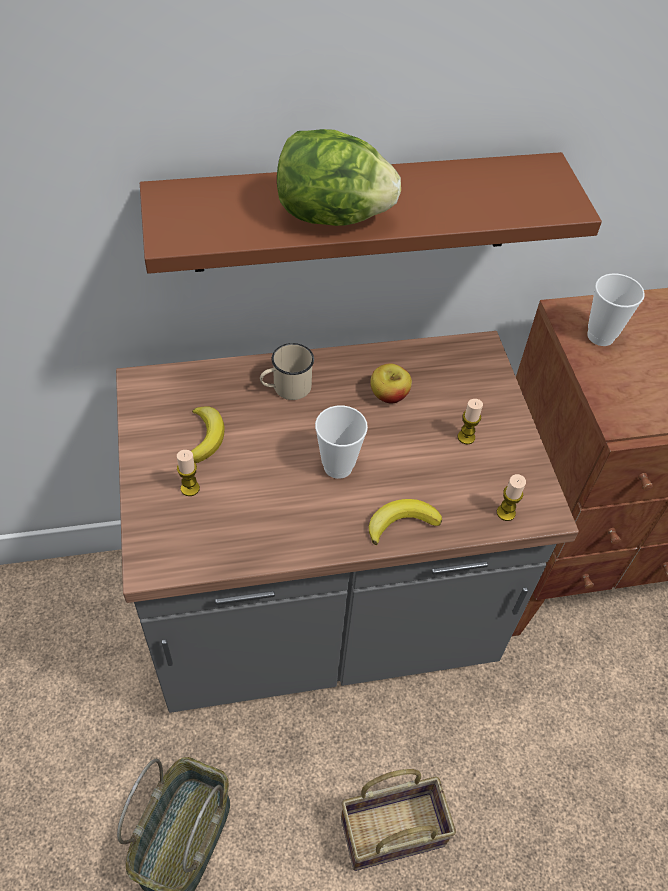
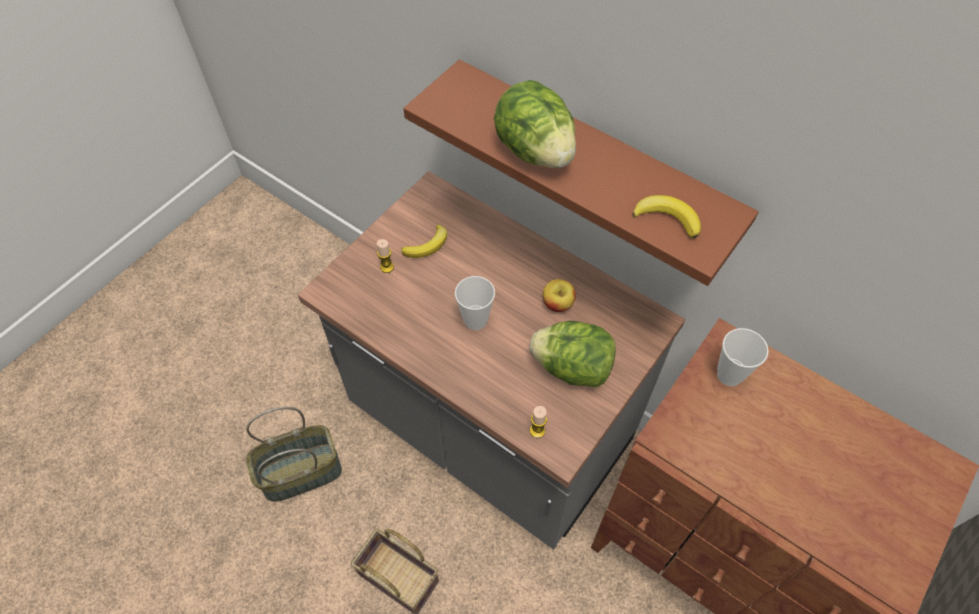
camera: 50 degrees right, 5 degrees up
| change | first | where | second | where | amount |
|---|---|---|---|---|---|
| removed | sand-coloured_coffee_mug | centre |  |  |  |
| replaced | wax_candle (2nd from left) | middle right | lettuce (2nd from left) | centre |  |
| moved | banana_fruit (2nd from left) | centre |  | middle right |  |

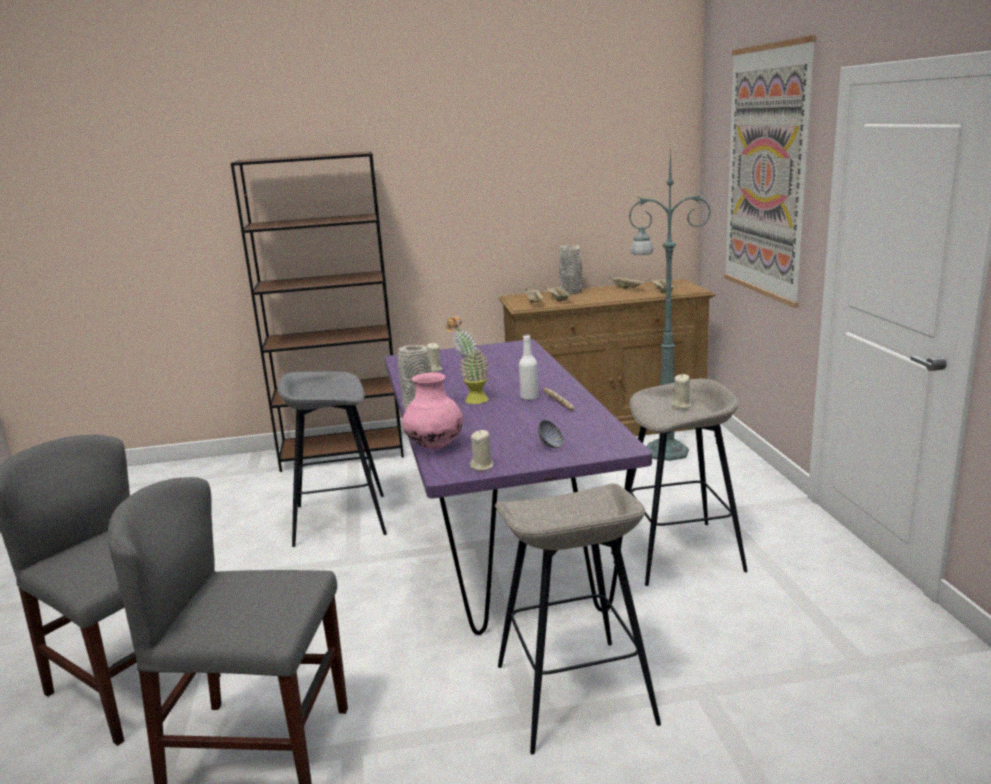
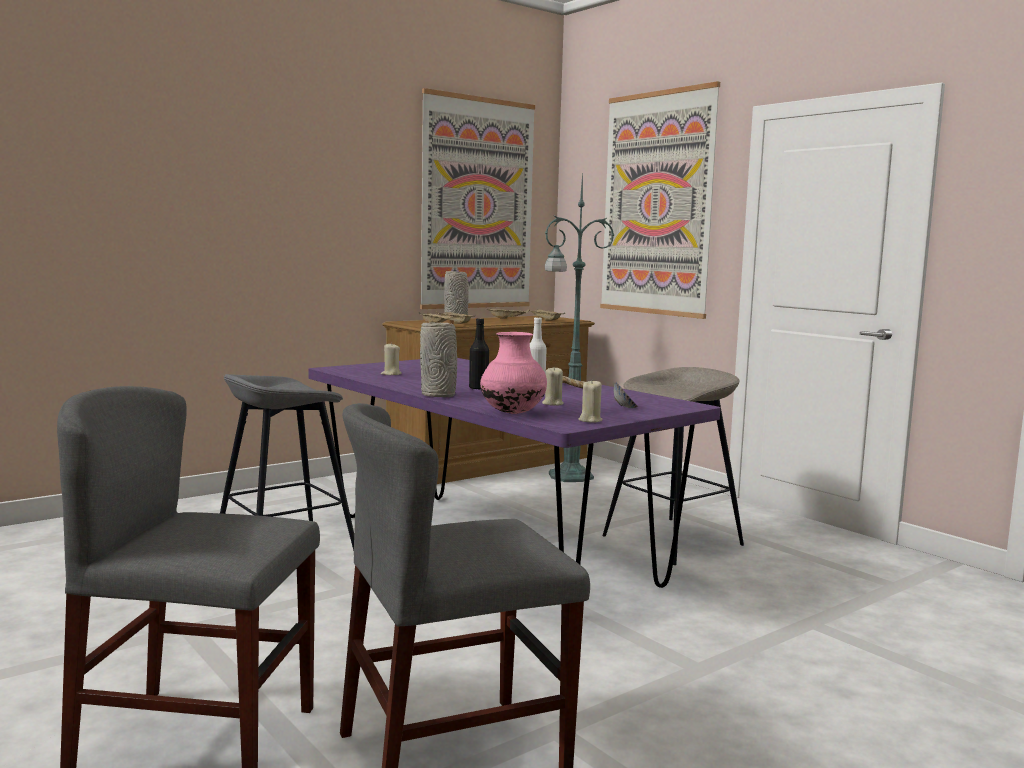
camera: 30 degrees left, 10 degrees down
| change | first | where | second | where | amount |
|---|---|---|---|---|---|
| removed | brownish_bookshelf | middle left |  |  |  |
| replaced | potted_plant | centre | blackish_drink_bottle | centre |  |
| moved | sand-coloured_wax_candle (3rd from left in the first image) | middle right | sand-coloured_wax_candle (2nd from left) | centre |  |
| removed | greyish_sitting_stool (2nd from left) | bottom centre |  |  |  |
| added |  |  | wall_art (1st from left) | top centre |  |

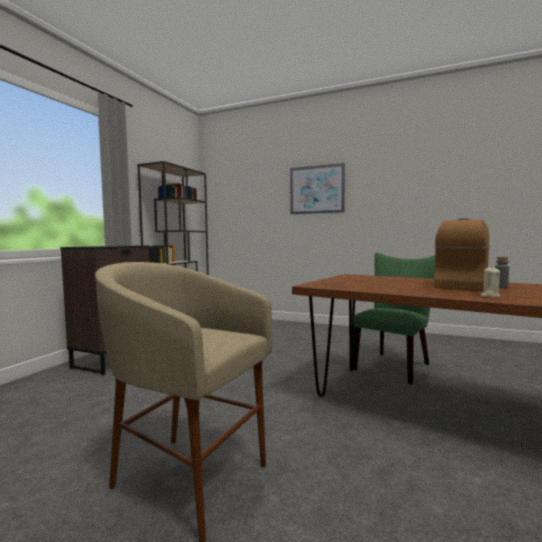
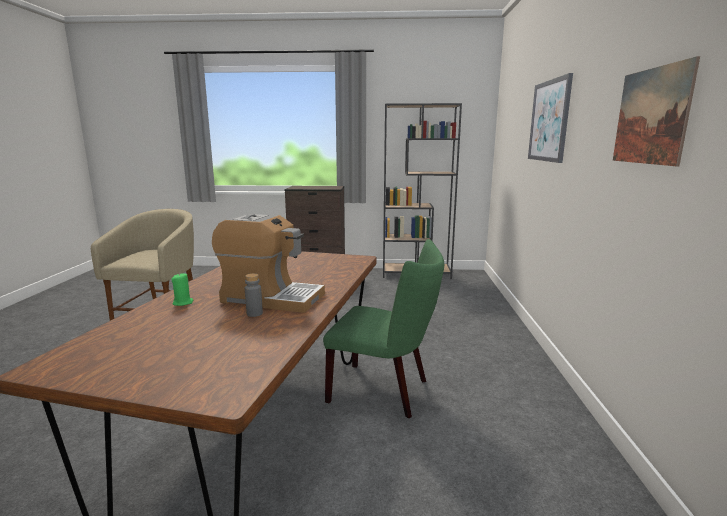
camera: 70 degrees right, 10 degrees up
| change | first | where | second | where | amount |
|---|---|---|---|---|---|
| recoloured | sand-coloured_wax_candle | middle right | green-coloured_wax_candle | middle left |  |
| added |  |  | wall_art (2nd from left) | top right |  |

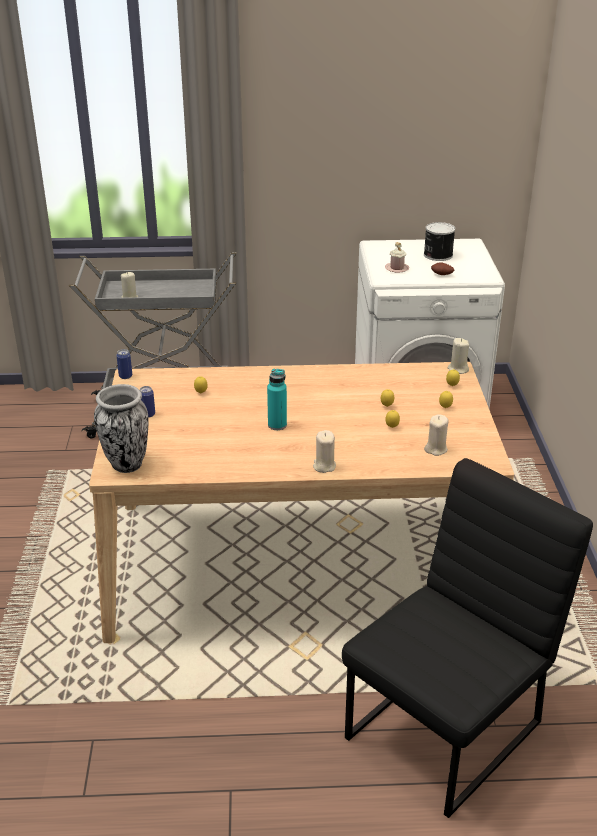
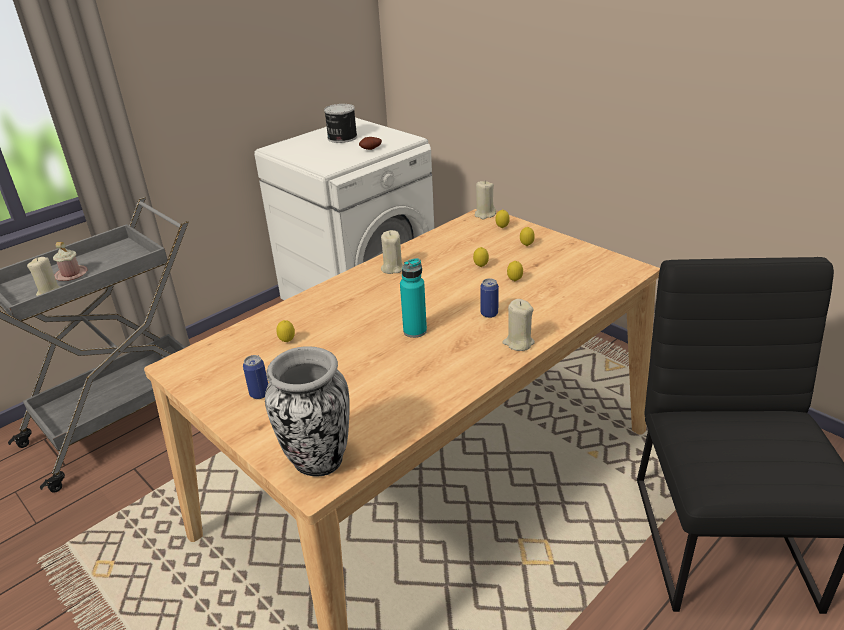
camera: 40 degrees left, 0 degrees up
| change | first | where | second | where | amount |
|---|---|---|---|---|---|
| moved | pinkish_coffee_mug | top centre |  | middle left |  |
| moved | can (1st from left in the first image) | middle left | can (3rd from left) | centre |  |
| moved | sand-coloured_wax_candle (3rd from left in the first image) | middle right | sand-coloured_wax_candle (2nd from left) | centre |  |

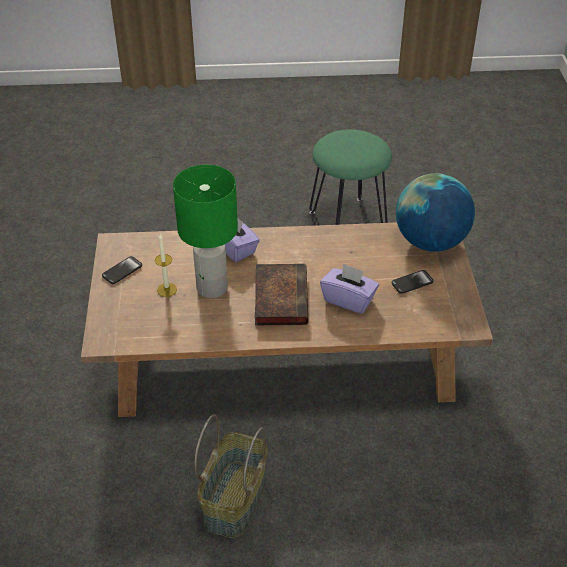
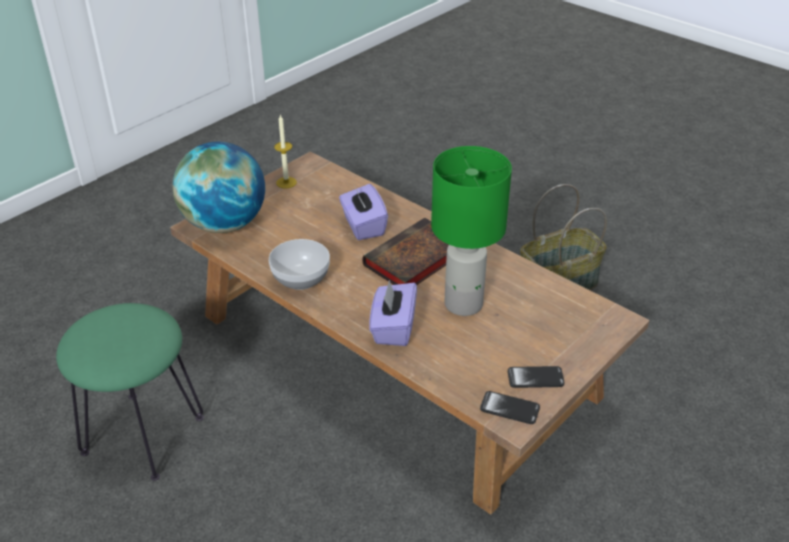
camera: 135 degrees left, 5 degrees down
| change | first | where | second | where | amount |
|---|---|---|---|---|---|
| moved | wax_candle | middle left |  | top centre |  |
| moved | handset (2nd from left in the first image) | middle right | handset (1st from left) | bottom centre |  |
| added |  |  | bowl | centre |  |

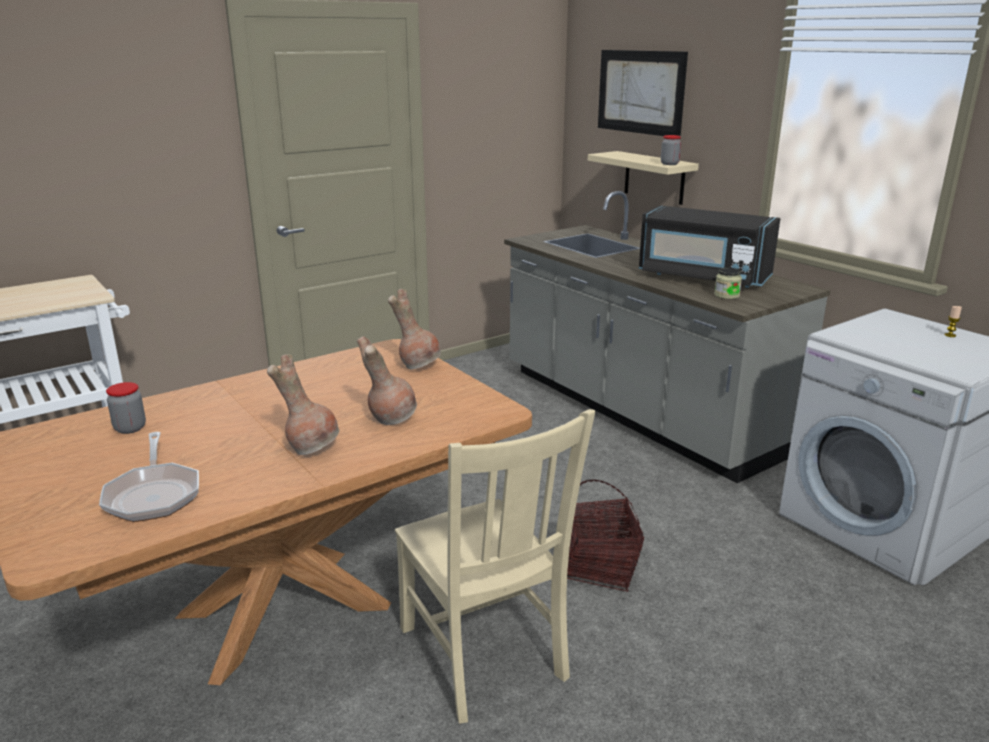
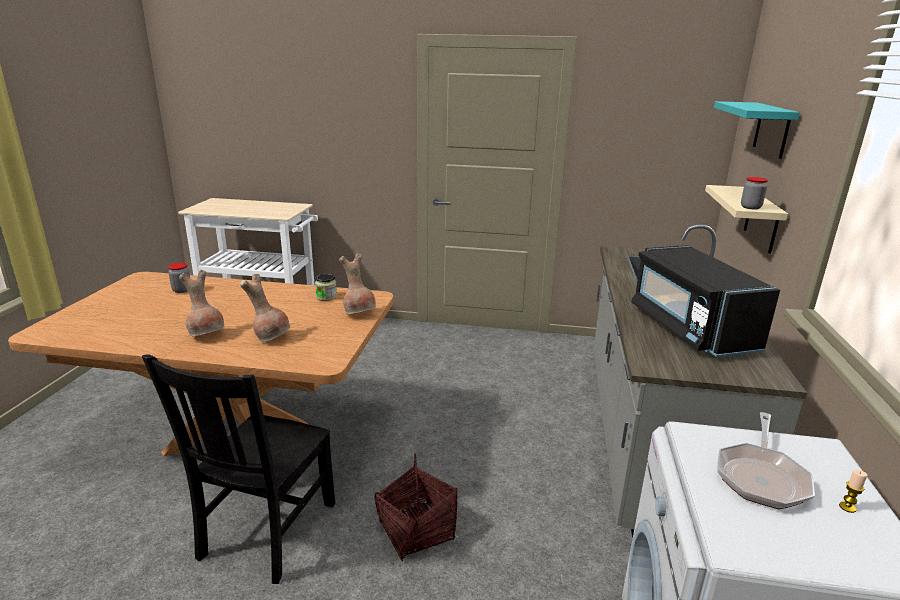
camera: 45 degrees right, 0 degrees up
| change | first | where | second | where | amount |
|---|---|---|---|---|---|
| replaced | wall_art | top centre | turquoise-coloured_wall_shelf | top right |  |
| moved | preserve_jar (3rd from left in the first image) | middle right | preserve_jar (2nd from left) | centre |  |
| recoloured | sand-coloured_plain_chair | bottom centre | blackish_plain_chair | bottom left |  |
| moved | skillet | middle left |  | bottom right |  |

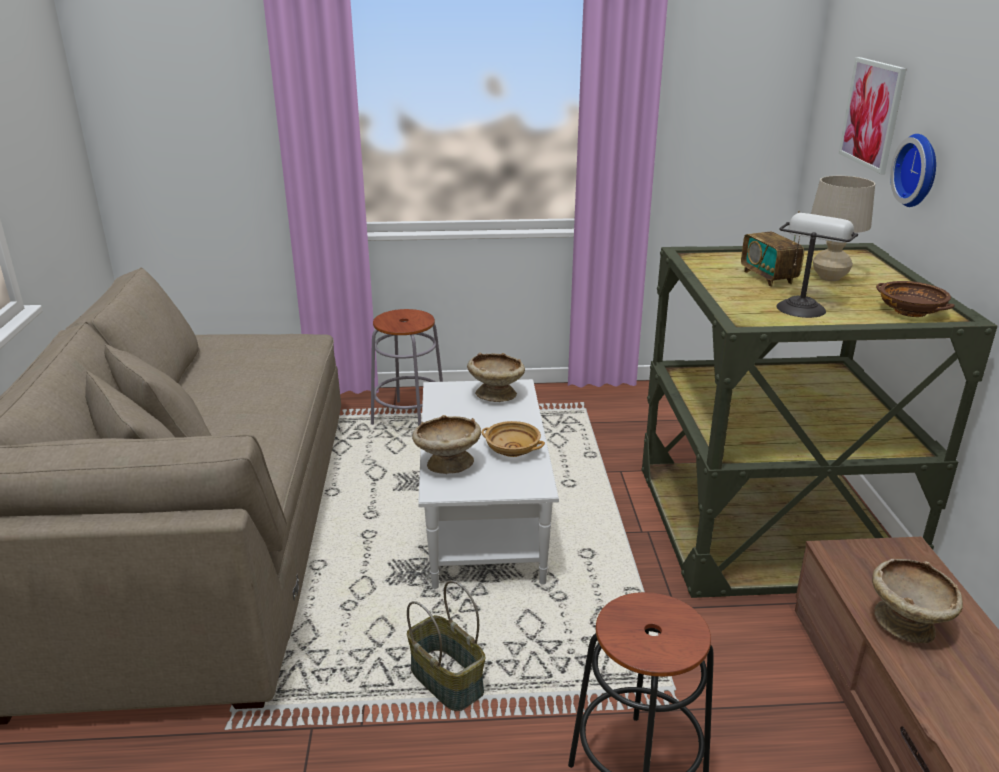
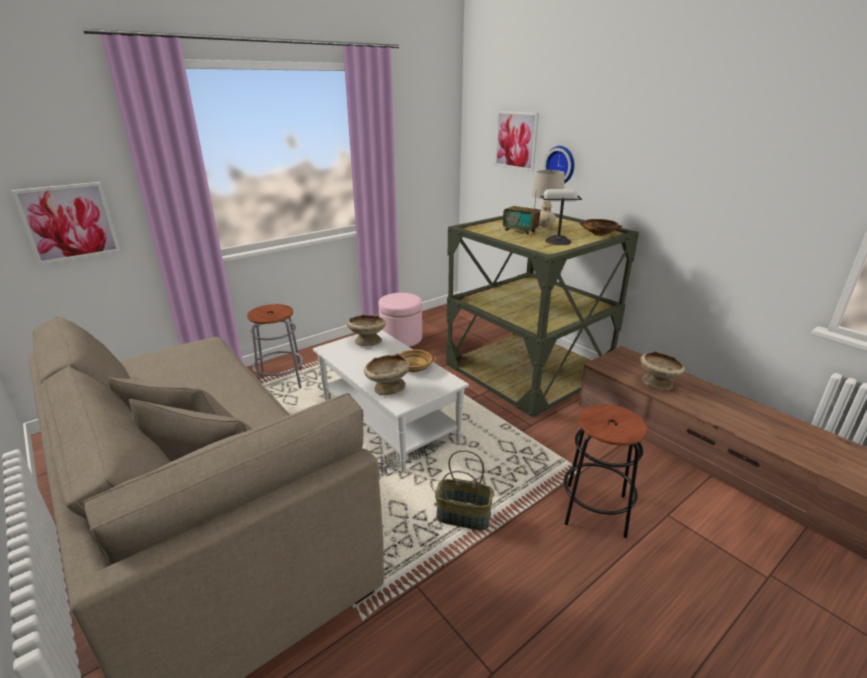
camera: 35 degrees left, 0 degrees up
| change | first | where | second | where | amount |
|---|---|---|---|---|---|
| added |  |  | wall_art (1st from left) | top left |  |
| added |  |  | pinkish_ottoman | centre |  |

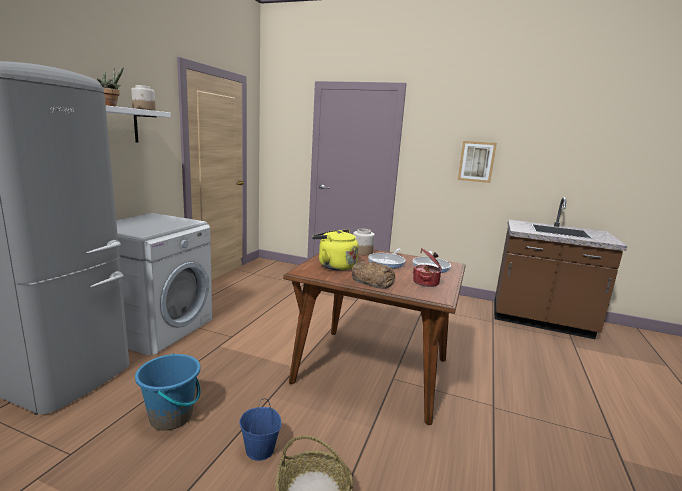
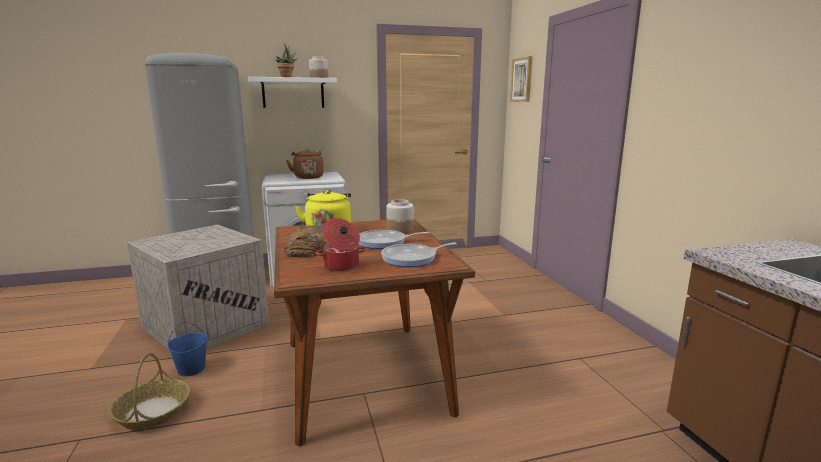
camera: 55 degrees right, 0 degrees up
| change | first | where | second | where | amount |
|---|---|---|---|---|---|
| moved | wall_art | top right |  | top centre |  |
| replaced | blue-coloured_water_bucket (1st from left) | bottom left | shipping_crate | middle left |  |
| added |  |  | brownish_water_kettle | centre |  |

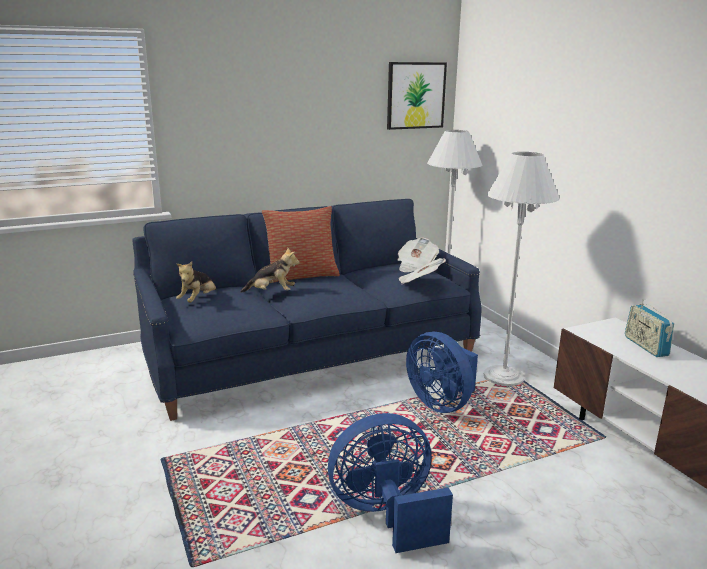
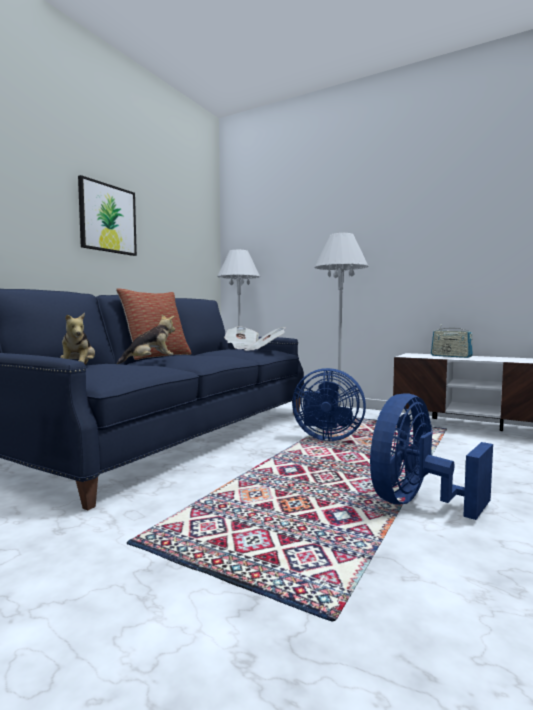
camera: 35 degrees left, 15 degrees down
| change | first | where | second | where | amount |
|---|---|---|---|---|---|
| moved | wall_art | top centre |  | top left |  |

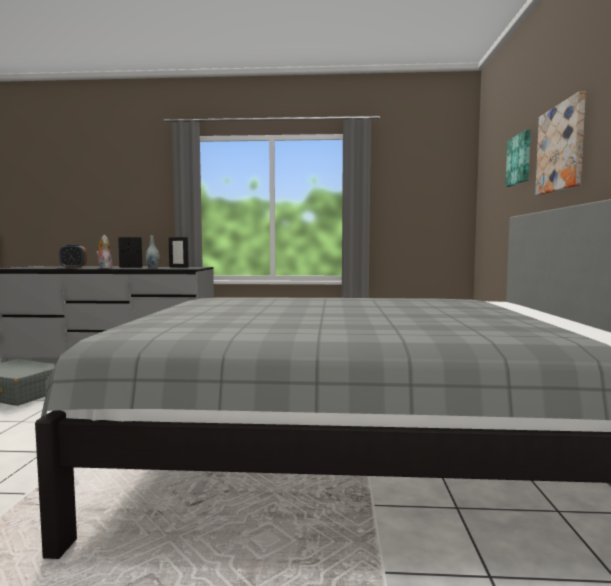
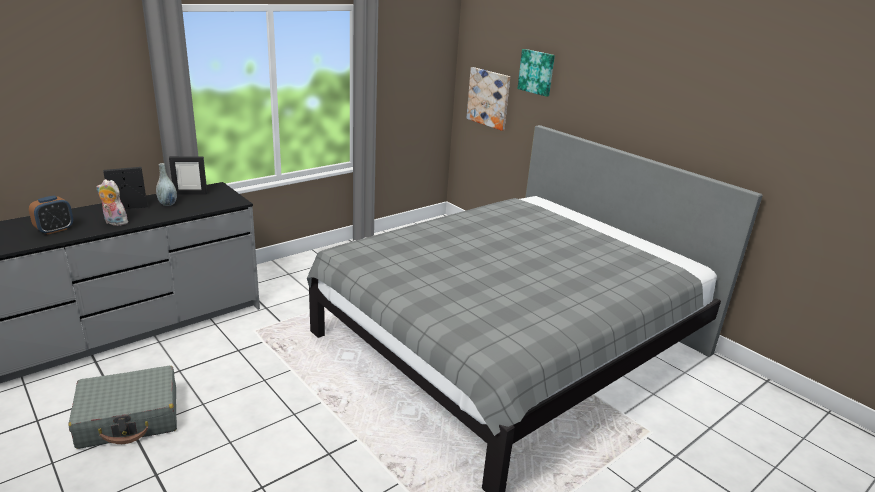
camera: 45 degrees left, 20 degrees up
| change | first | where | second | where | amount |
|---|---|---|---|---|---|
| moved | wall_art (2nd from left in the first image) | top right | wall_art (1st from left) | top centre |  |

